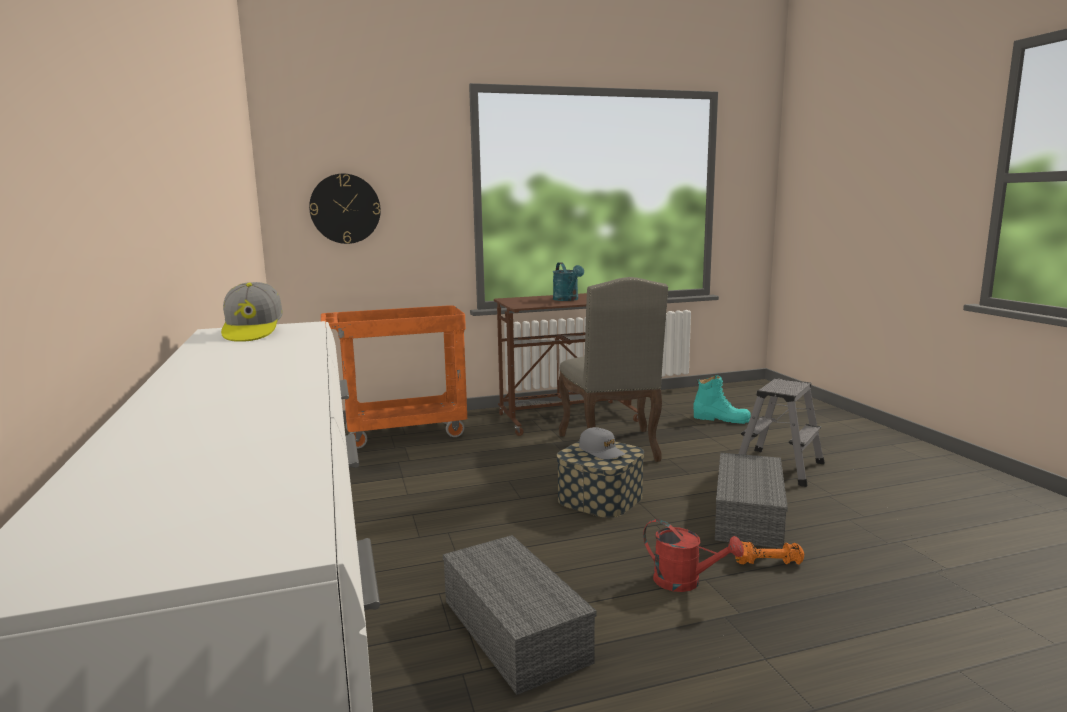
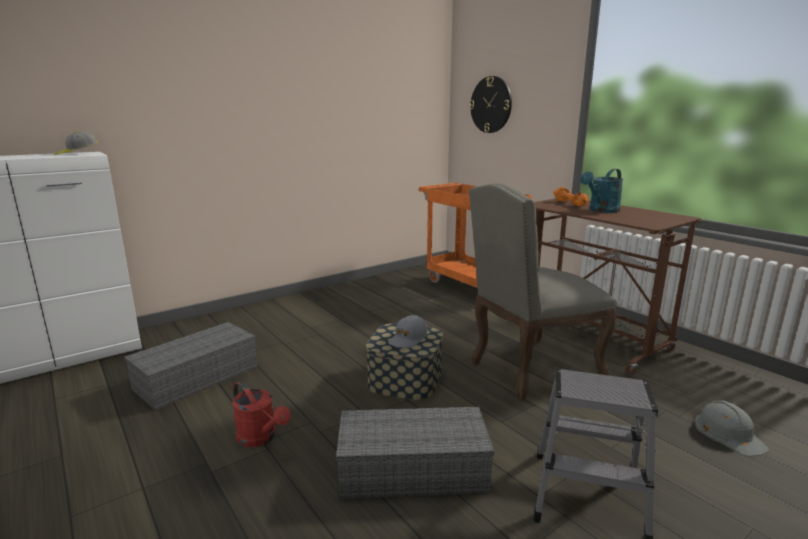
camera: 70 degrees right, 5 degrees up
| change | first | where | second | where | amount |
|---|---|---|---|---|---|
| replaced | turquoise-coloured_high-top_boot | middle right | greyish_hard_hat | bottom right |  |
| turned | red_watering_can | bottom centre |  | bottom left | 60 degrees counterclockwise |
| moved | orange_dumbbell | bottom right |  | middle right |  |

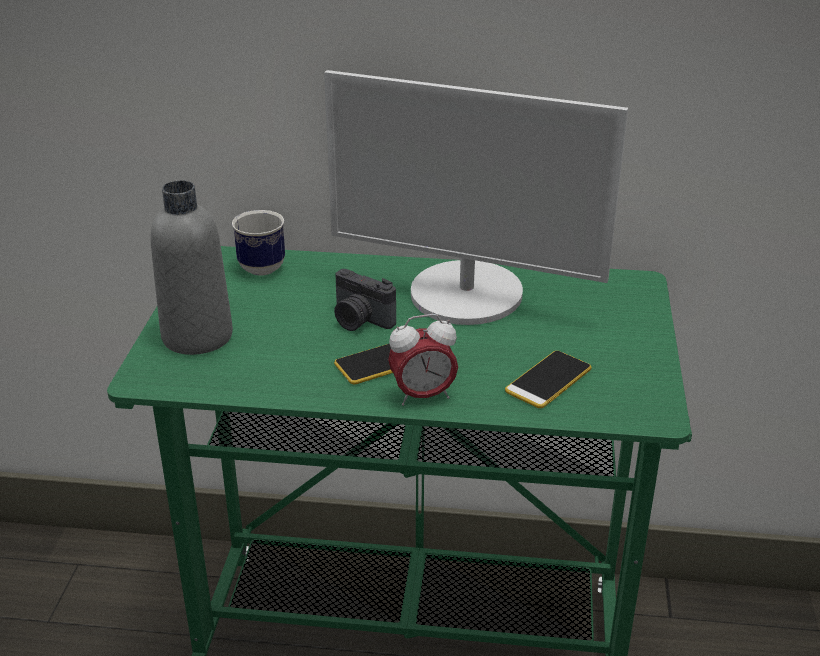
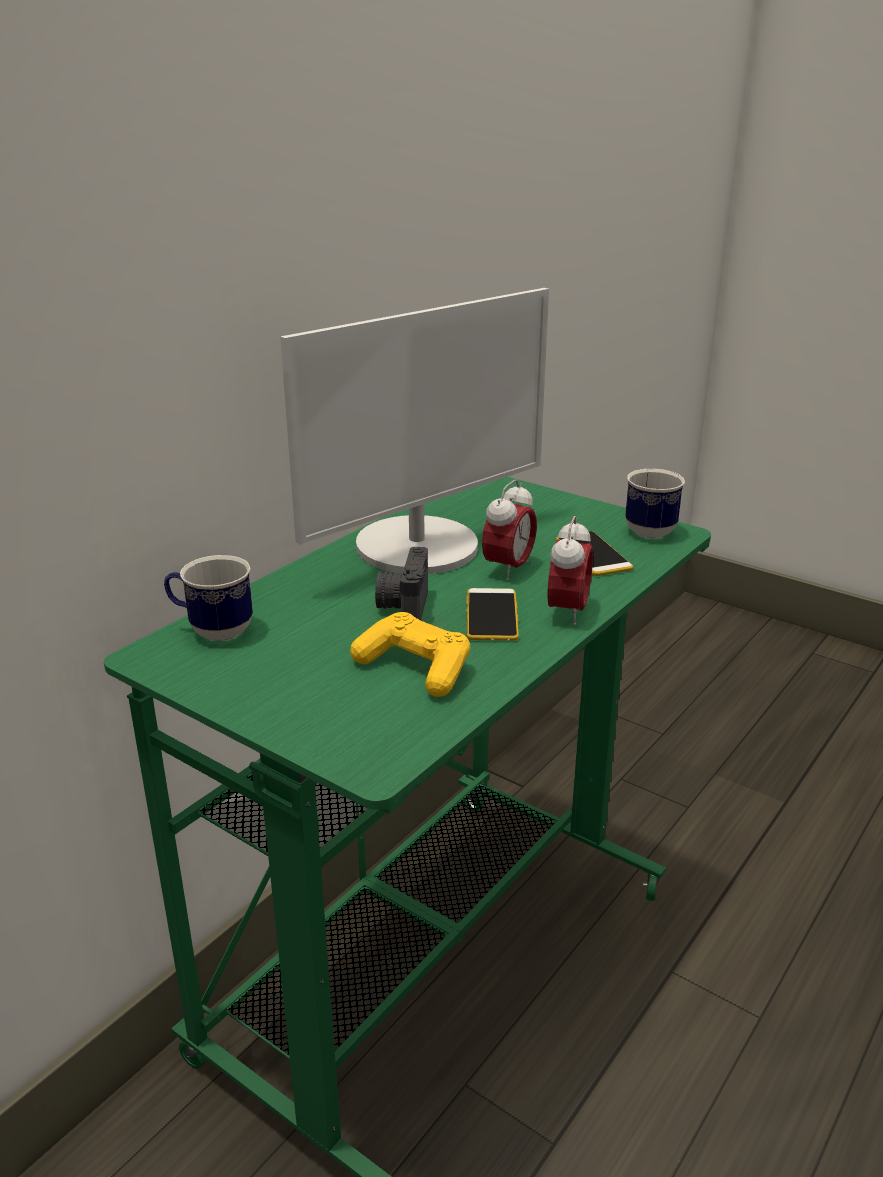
camera: 60 degrees left, 5 degrees down
| change | first | where | second | where | amount |
|---|---|---|---|---|---|
| removed | greyish_drink_bottle | middle left |  |  |  |
| turned | photo_camera | centre |  | centre | 120 degrees clockwise |
| added |  |  | coffee_mug (2nd from left) | middle right |  |
| added |  |  | alarm_clock (1st from left) | centre |  |
| added |  |  | yellow_game_controller | centre |  |

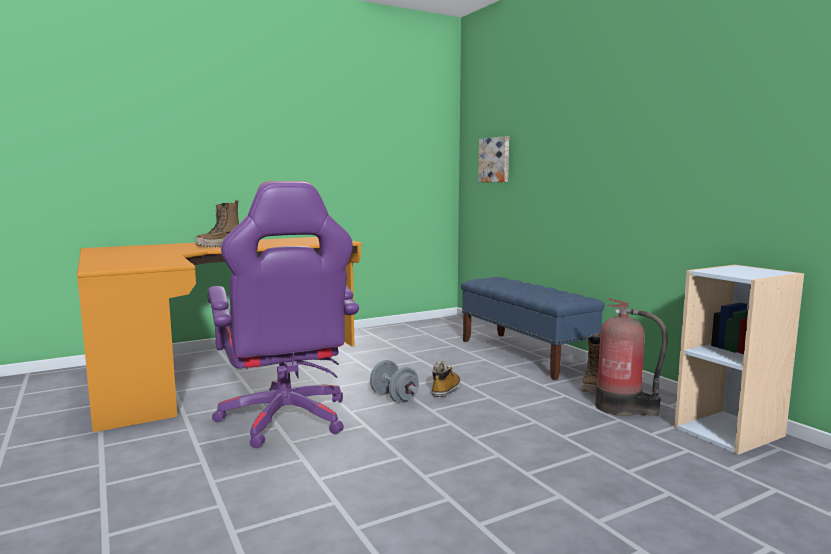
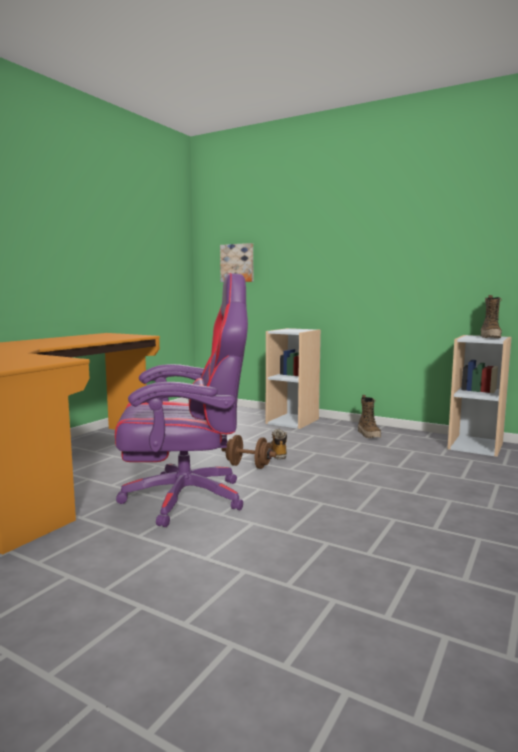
camera: 30 degrees left, 0 degrees up
| change | first | where | second | where | amount |
|---|---|---|---|---|---|
| turned | purple-coloured_desk_chair | centre |  | centre | 45 degrees counterclockwise |
| moved | high-top_boot (1st from left in the first image) | middle left | high-top_boot (3rd from left) | middle right |  |
| replaced | blue-coloured_bench | centre | bookshelf (1st from left) | centre |  |
| removed | fire-fighting_cylinder | middle right |  |  |  |
| recoloured | greyish_dumbbell | bottom centre | brownish_dumbbell | centre |  |

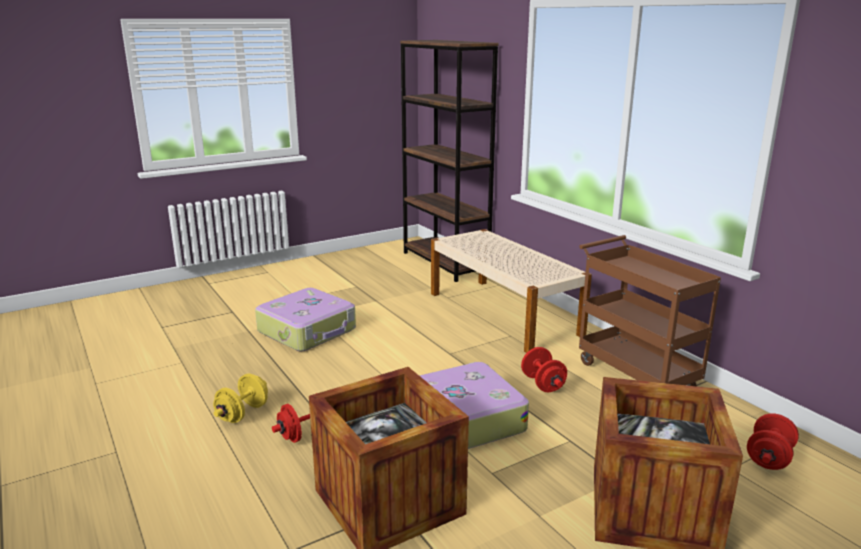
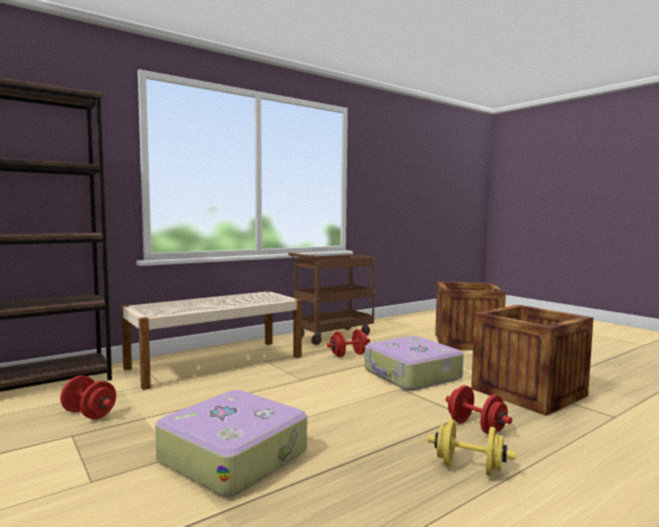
camera: 95 degrees left, 15 degrees down
| change | first | where | second | where | amount |
|---|---|---|---|---|---|
| moved | red_dumbbell (3rd from left in the first image) | bottom right | red_dumbbell (1st from left) | bottom left |  |

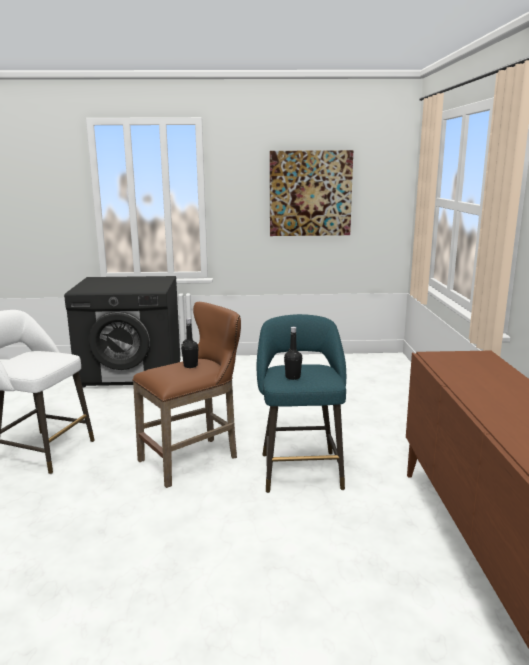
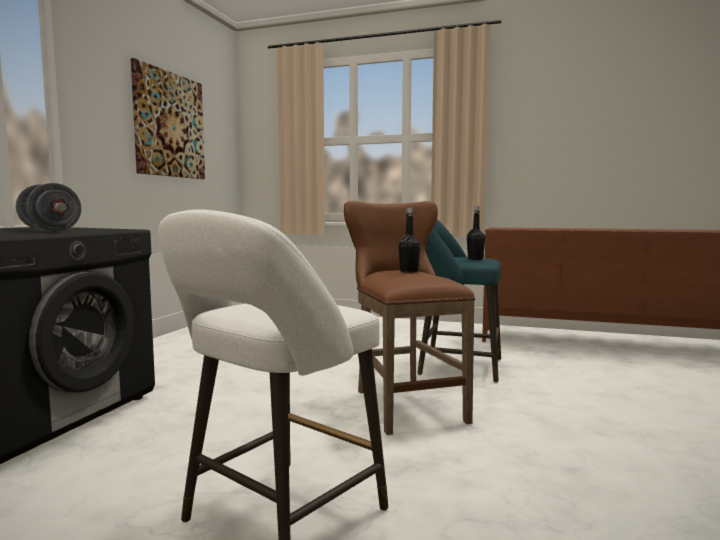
camera: 70 degrees left, 10 degrees down
| change | first | where | second | where | amount |
|---|---|---|---|---|---|
| added |  |  | greyish_dumbbell | middle left |  |

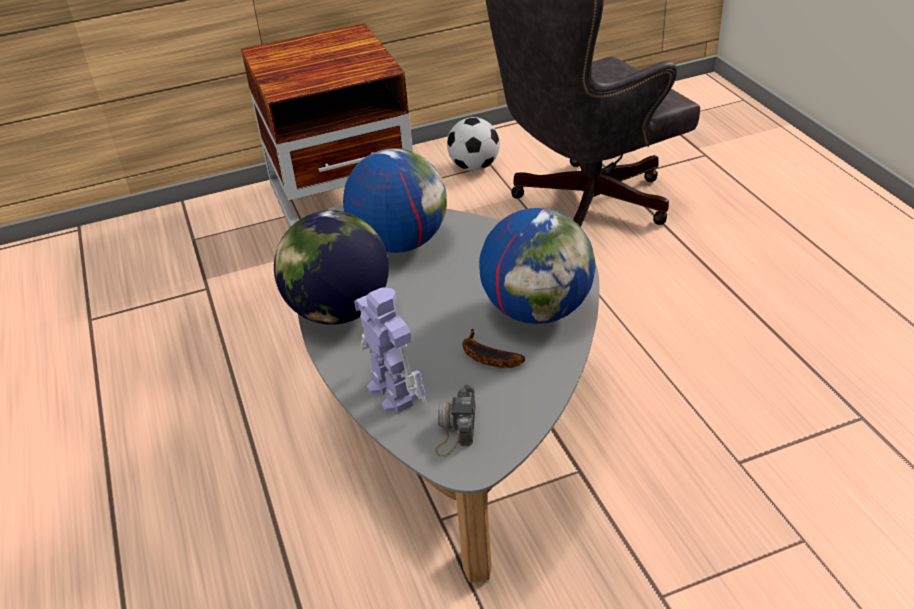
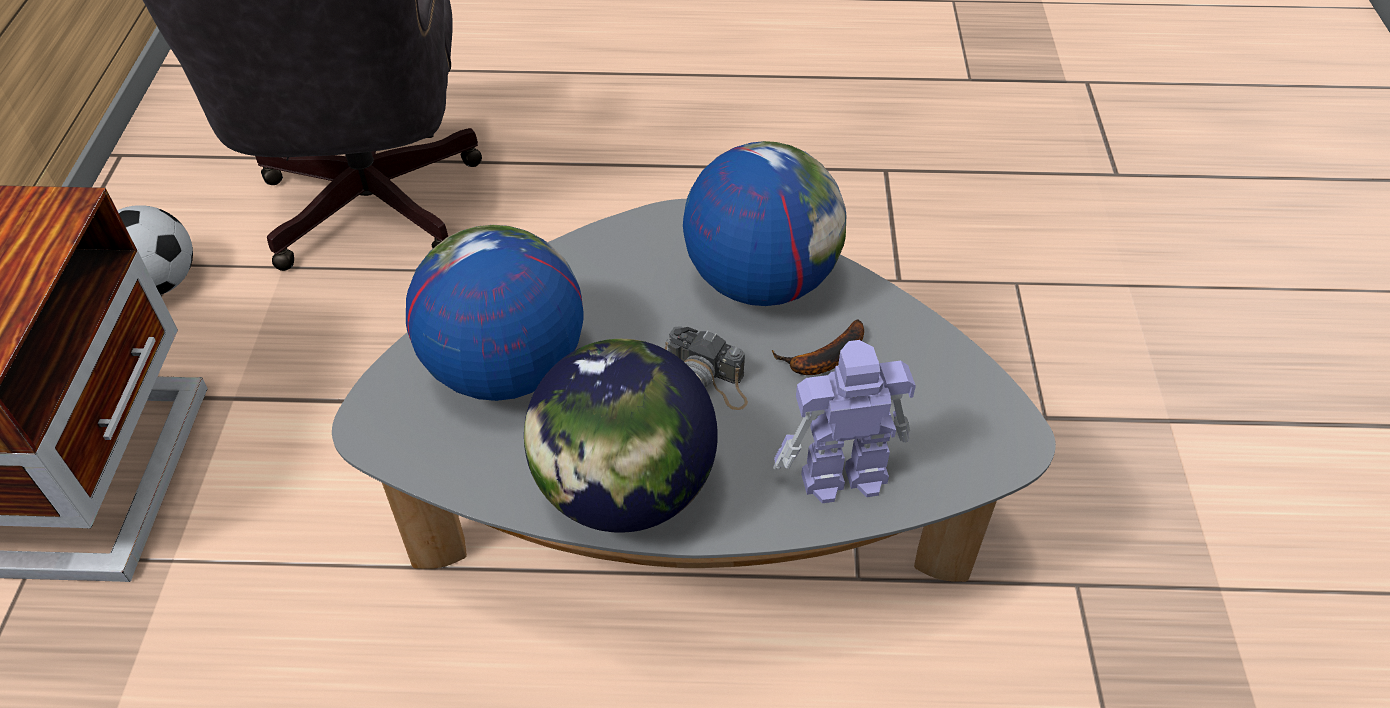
camera: 70 degrees left, 10 degrees up
| change | first | where | second | where | amount |
|---|---|---|---|---|---|
| moved | photo_camera | bottom centre |  | centre |  |

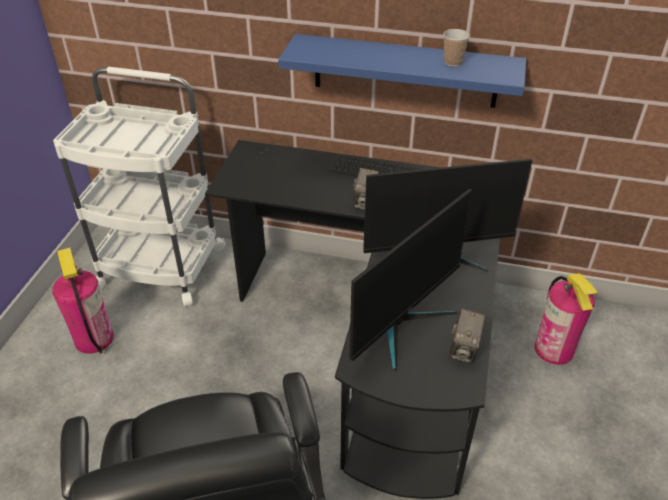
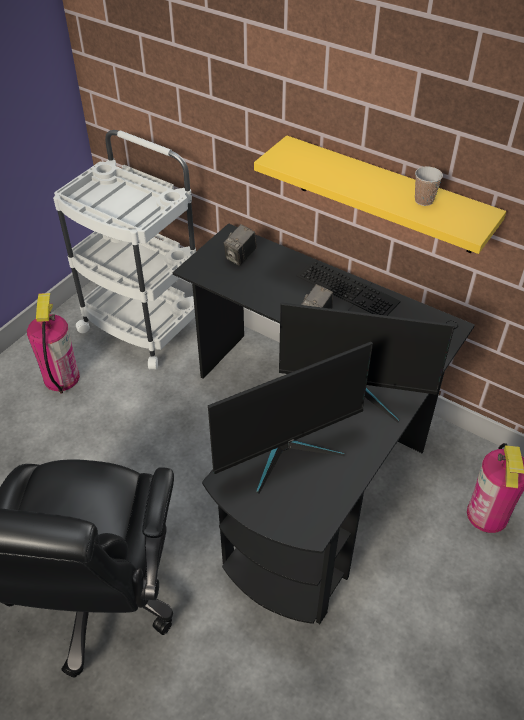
camera: 20 degrees right, 5 degrees up
| change | first | where | second | where | amount |
|---|---|---|---|---|---|
| recoloured | blue-coloured_wall_shelf | top centre | yellow_wall_shelf | top right |  |
| moved | photo_camera (2nd from left in the first image) | bottom right | photo_camera (1st from left) | centre |  |

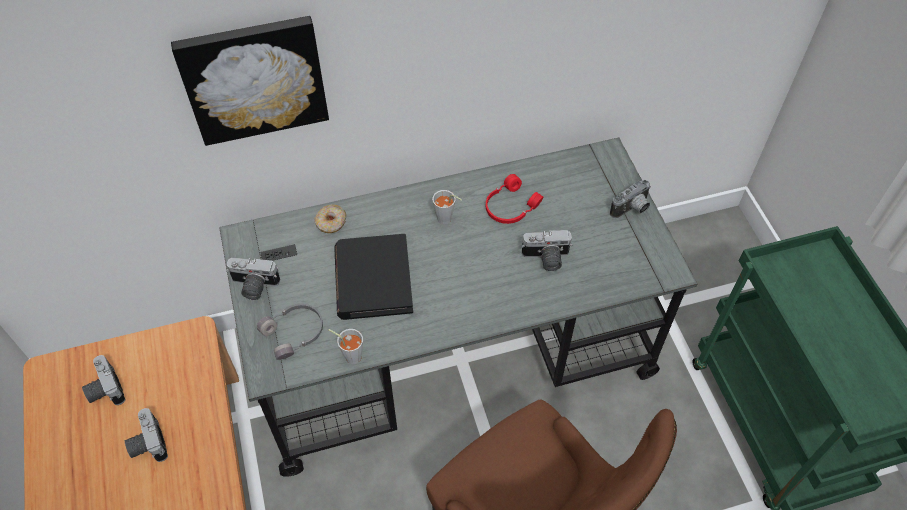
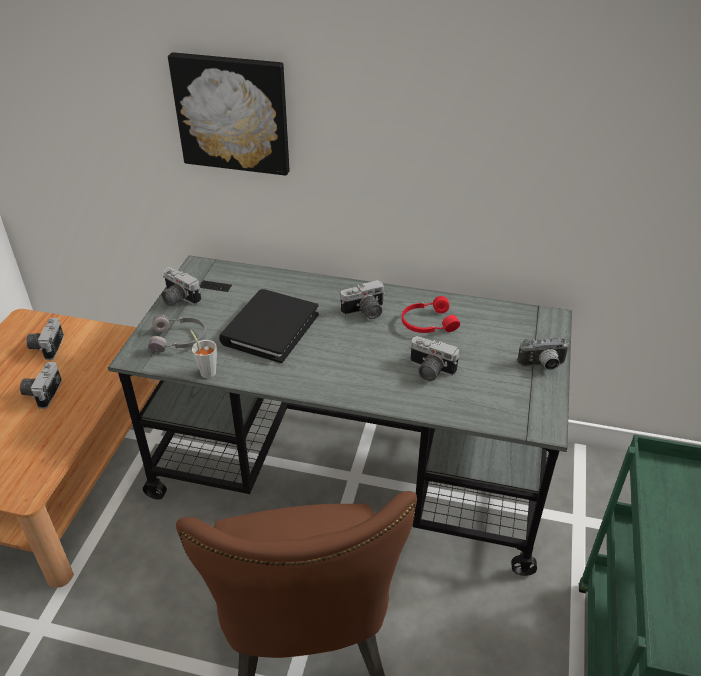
camera: 30 degrees right, 15 degrees down
| change | first | where | second | where | amount |
|---|---|---|---|---|---|
| replaced | greyish_small_cup (2nd from left) | centre | photo_camera (4th from left) | centre |  |
| removed | doughnut | centre |  |  |  |

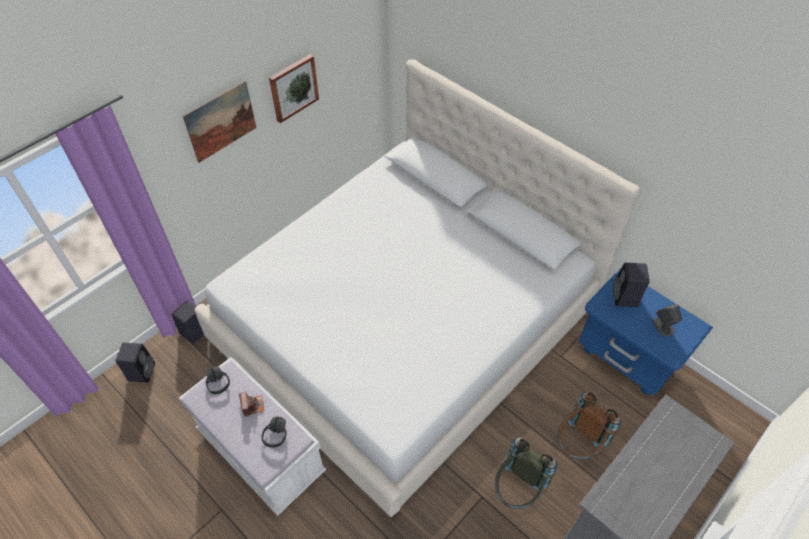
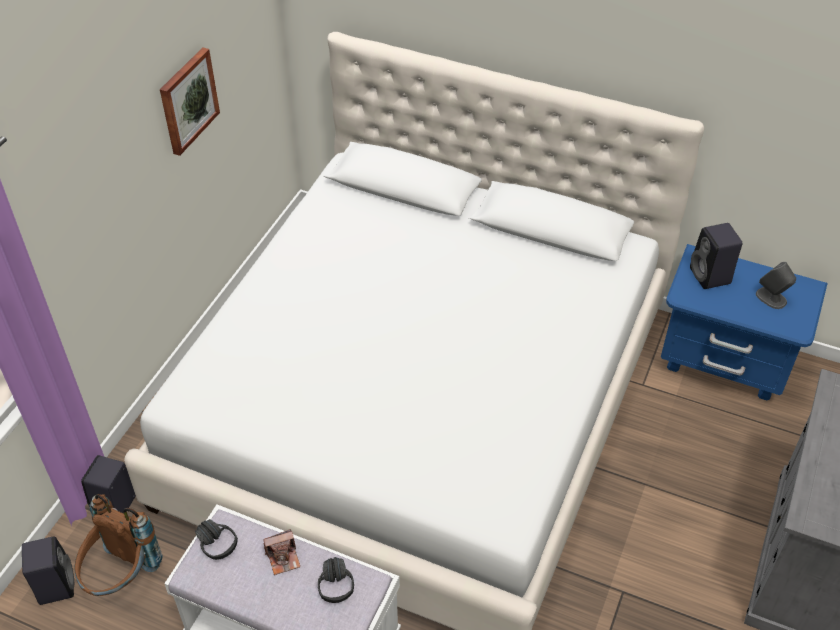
camera: 20 degrees left, 5 degrees down
| change | first | where | second | where | amount |
|---|---|---|---|---|---|
| removed | wall_art (1st from left) | top left |  |  |  |
| turned | photo_camera | bottom left |  | bottom centre | 105 degrees clockwise |
| moved | brownish_knapsack | bottom right |  | bottom left |  |
| removed | greyish_knapsack | bottom centre |  |  |  |

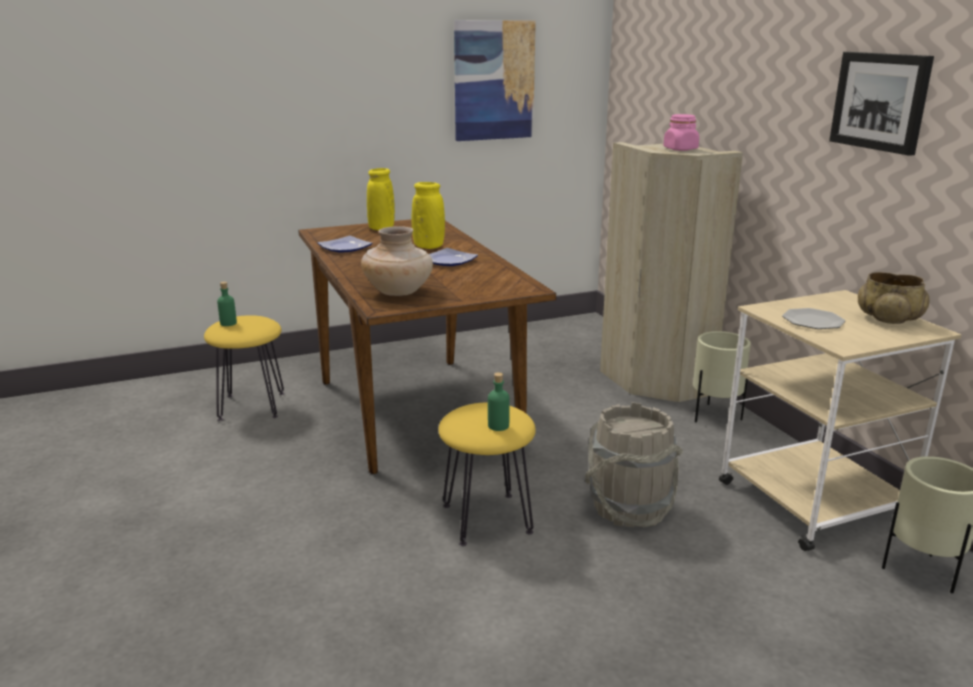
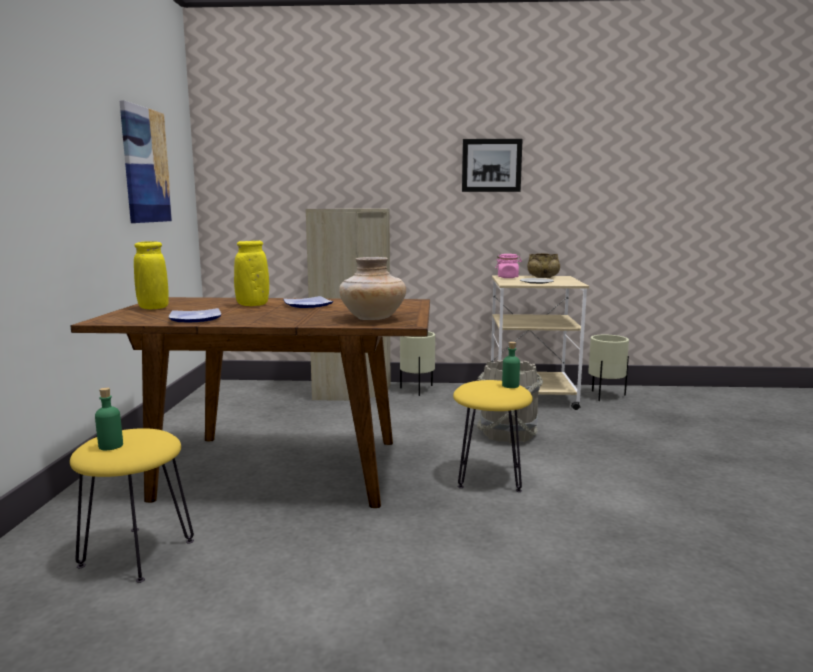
camera: 65 degrees left, 10 degrees down
| change | first | where | second | where | amount |
|---|---|---|---|---|---|
| moved | pinkish_preserve_jar | top right |  | centre |  |

